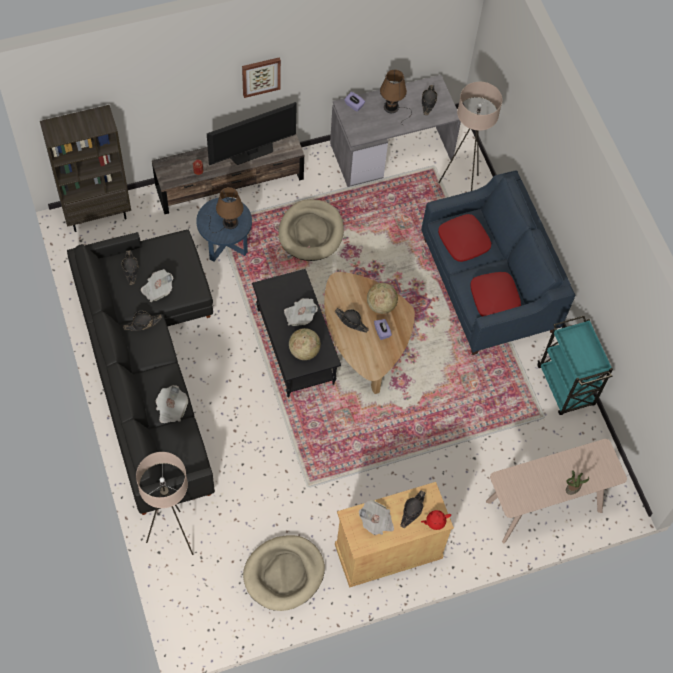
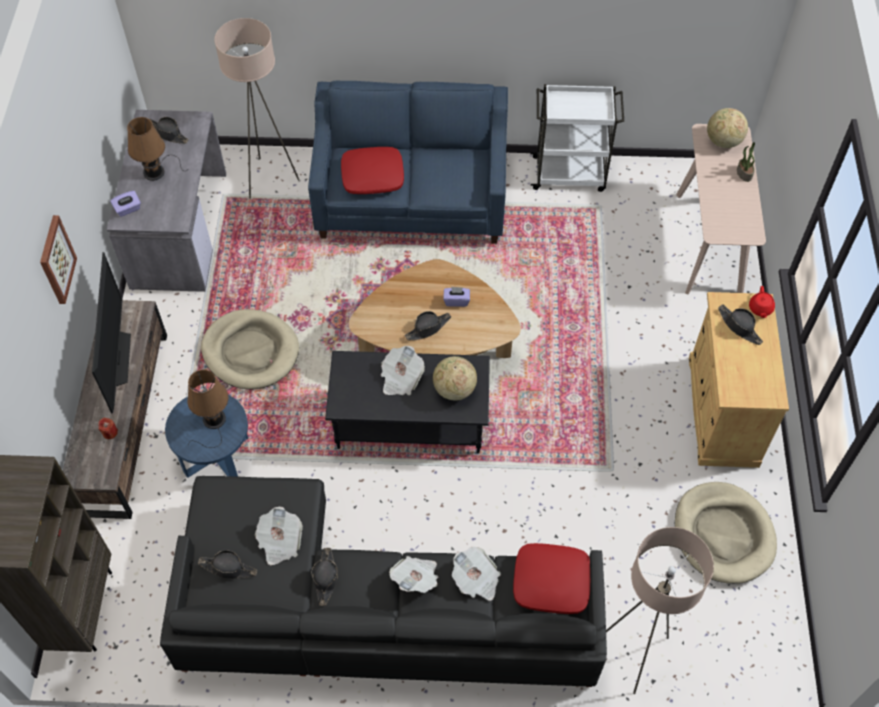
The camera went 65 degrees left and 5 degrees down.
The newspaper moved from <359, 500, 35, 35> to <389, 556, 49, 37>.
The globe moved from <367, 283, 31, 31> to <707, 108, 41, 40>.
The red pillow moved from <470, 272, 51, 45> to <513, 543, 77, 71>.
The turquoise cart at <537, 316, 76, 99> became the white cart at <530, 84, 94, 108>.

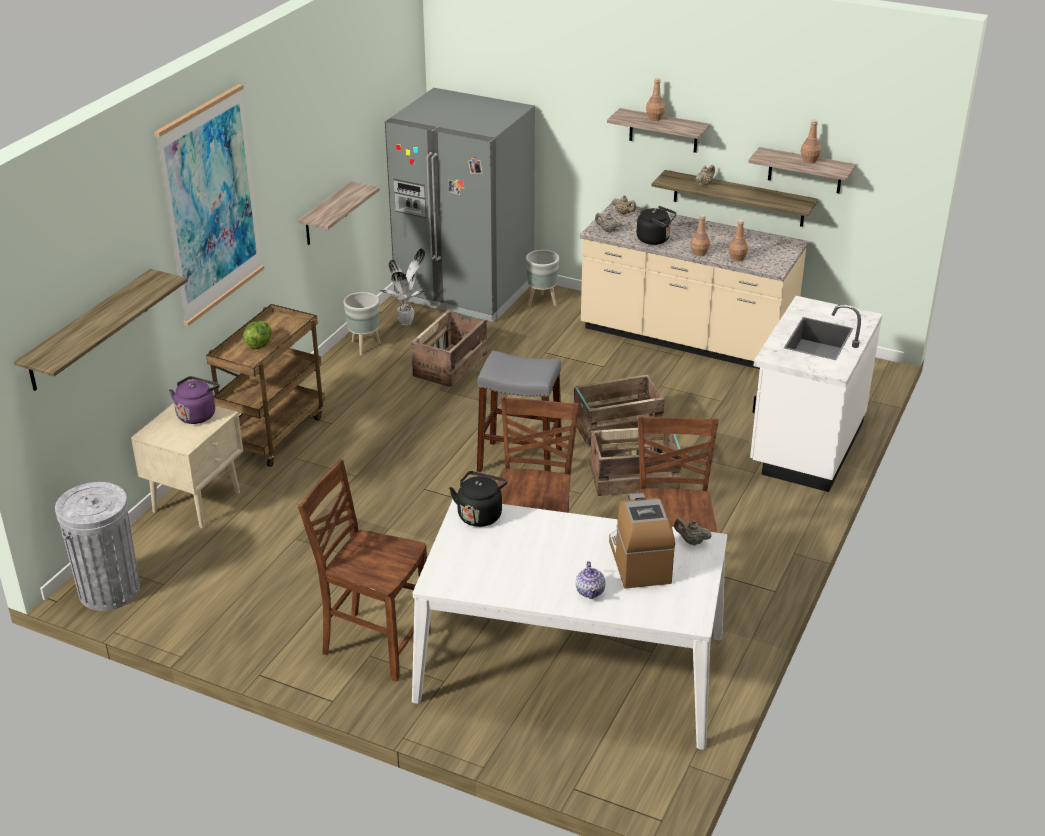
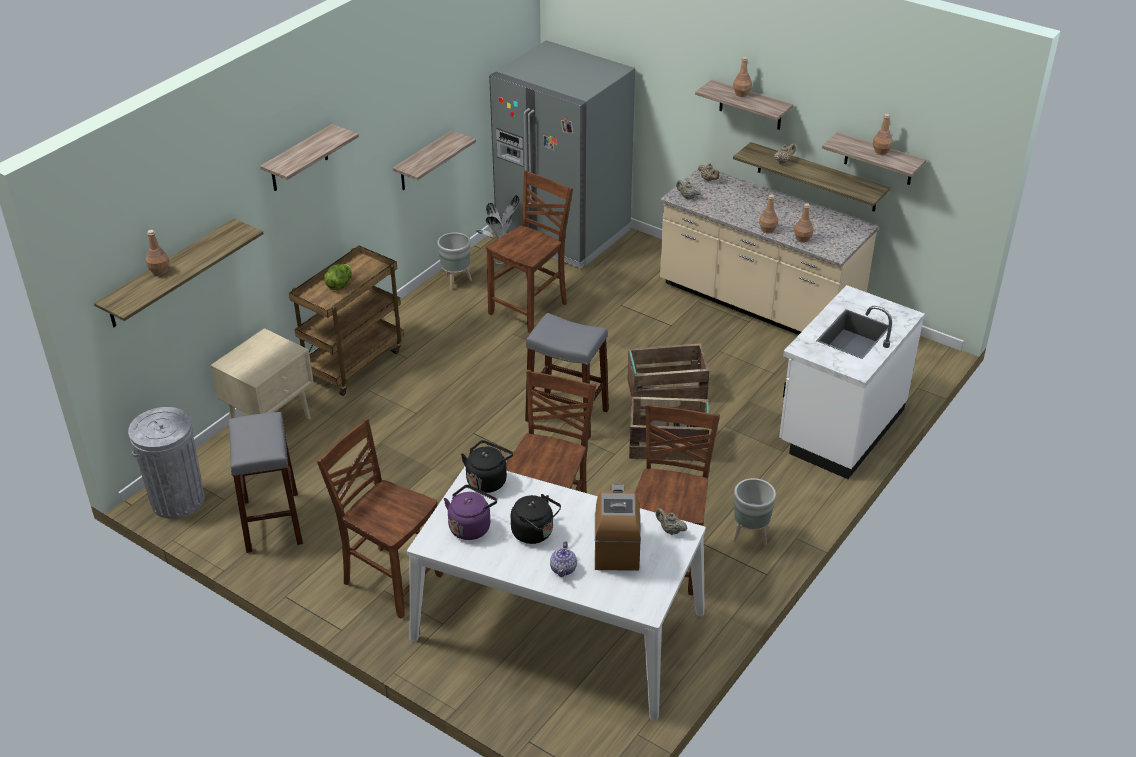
The camera went 10 degrees right and 5 degrees up.
The brown bottle at <146, 230, 23, 45> appeared.
The grey stool at <228, 412, 75, 141> appeared.
The purple kettle moved from <169, 376, 51, 48> to <444, 485, 53, 55>.
The grey planter moved from <526, 250, 33, 56> to <732, 478, 44, 68>.
The black kettle moved from <637, 206, 39, 39> to <511, 494, 50, 50>.
The picture at <154, 84, 110, 242> was replaced by the shelf at <260, 124, 99, 67>.
The crate at <411, 309, 76, 78> was replaced by the brown chair at <486, 170, 87, 163>.

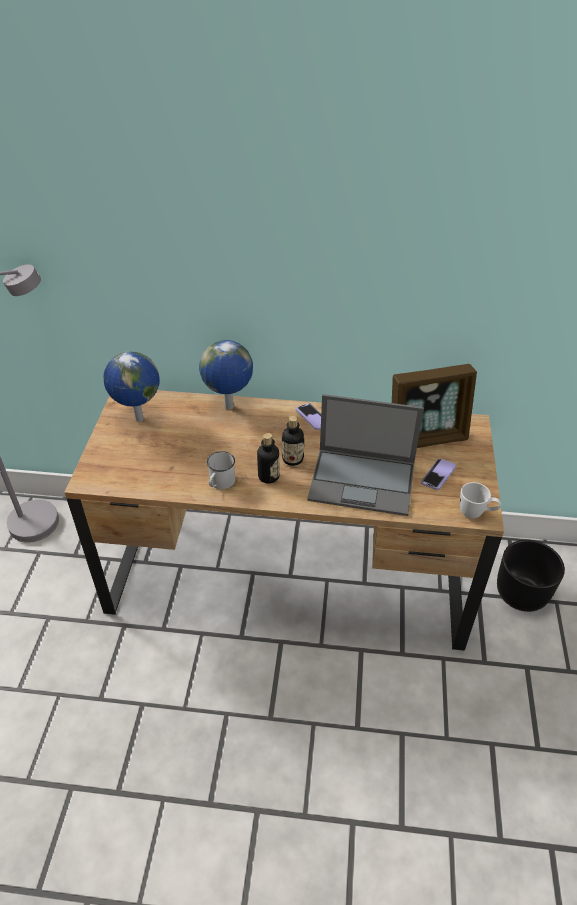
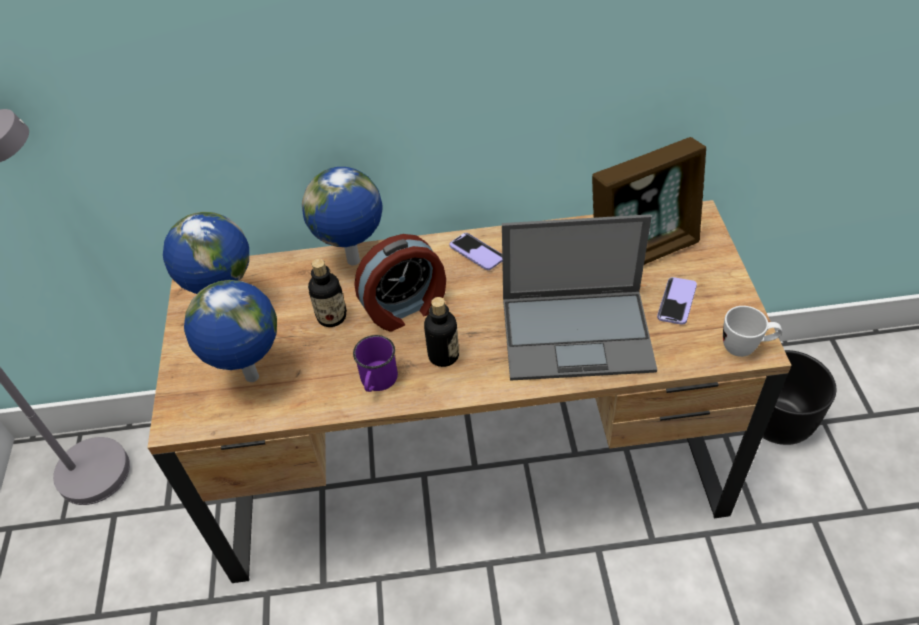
The camera went 10 degrees left and 5 degrees up.
The globe at <184, 280, 93, 102> appeared.
The alarm clock at <354, 234, 92, 98> appeared.
The bottle moved from <282, 416, 22, 50> to <308, 259, 39, 68>.
The white mug at <207, 451, 28, 38> became the purple mug at <353, 335, 45, 57>.

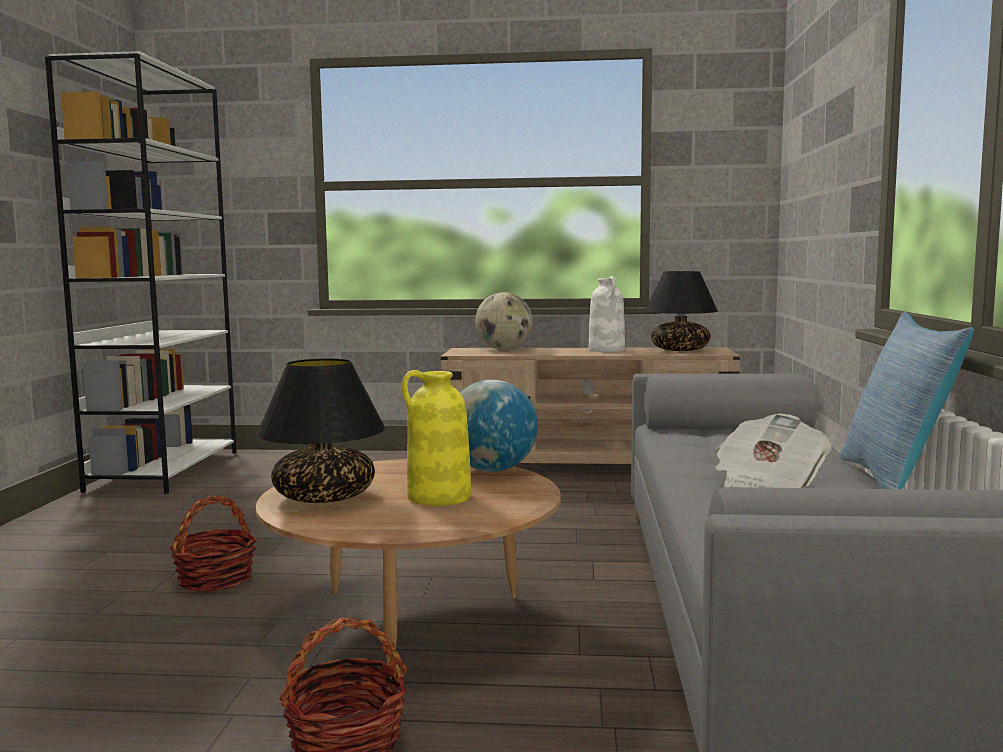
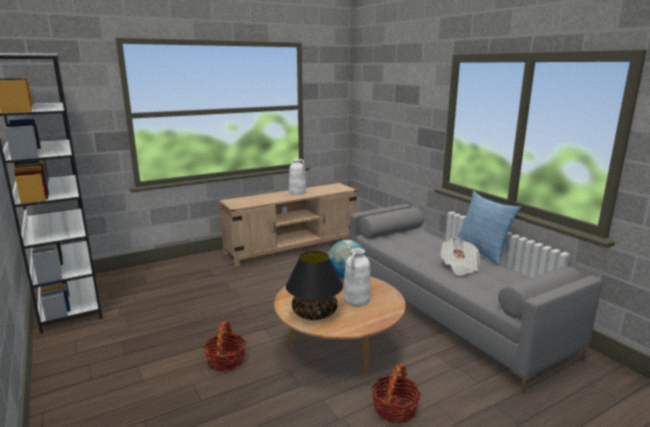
The camera went 35 degrees left and 10 degrees up.
The globe at <475, 292, 57, 58> disappeared.
The black table lamp at <645, 271, 73, 80> disappeared.
The yellow vase at <402, 370, 69, 136> became the white vase at <343, 248, 28, 58>.

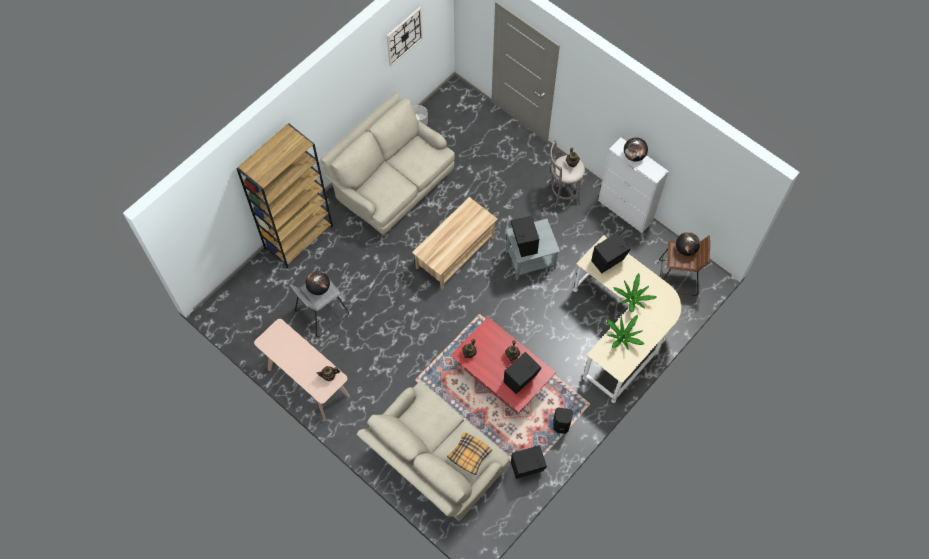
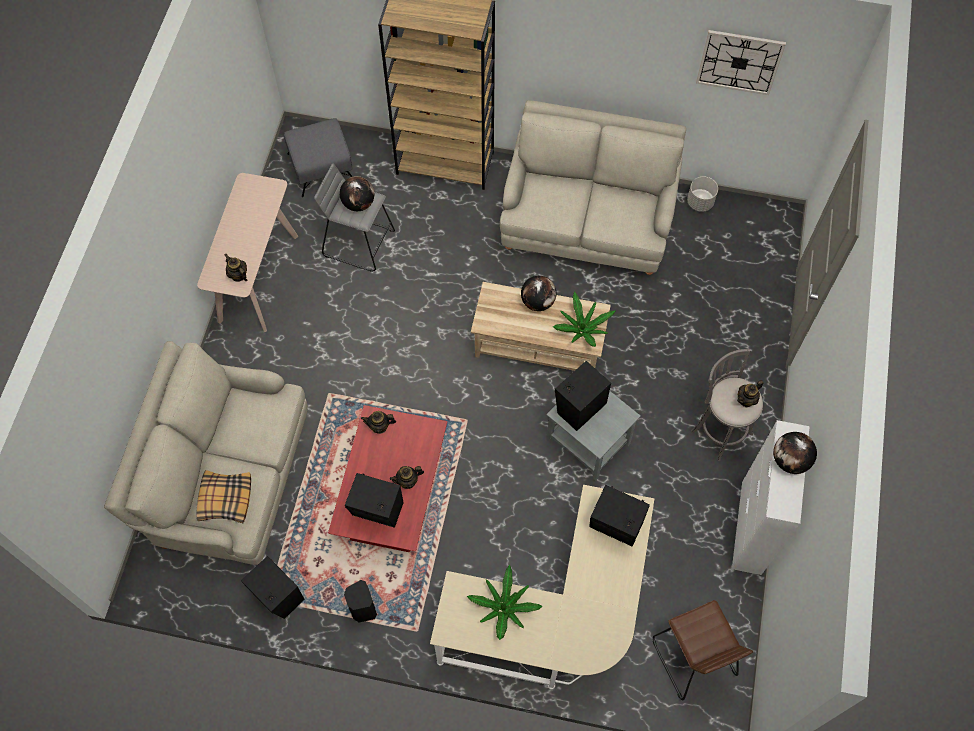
The camera went 60 degrees right and 0 degrees up.
The grey ottoman at <284, 118, 69, 79> appeared.
The potted plant moved from <613, 273, 44, 39> to <553, 291, 63, 56>.
The globe moved from <676, 232, 24, 24> to <521, 276, 35, 35>.

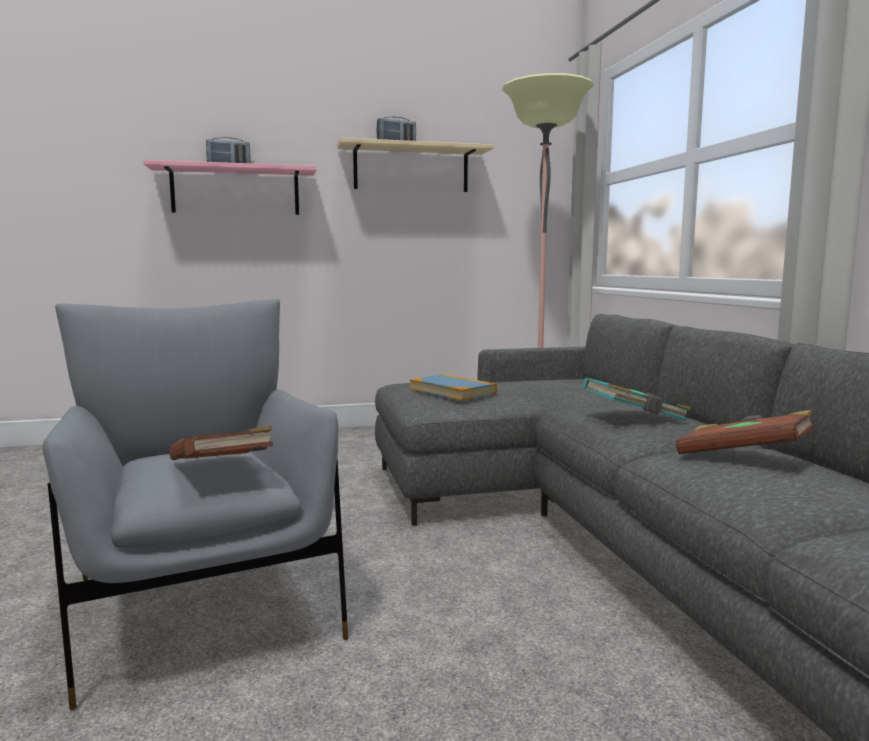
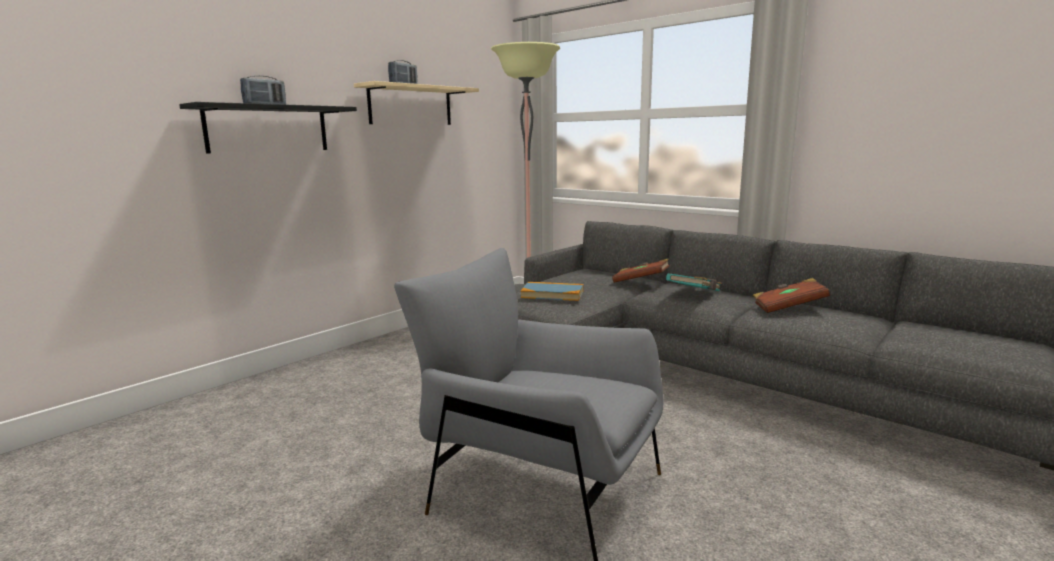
The camera went 35 degrees left and 5 degrees up.
The brown book moved from <169, 426, 104, 34> to <612, 259, 58, 24>.
The pink shelf at <143, 160, 174, 55> became the black shelf at <179, 102, 178, 51>.

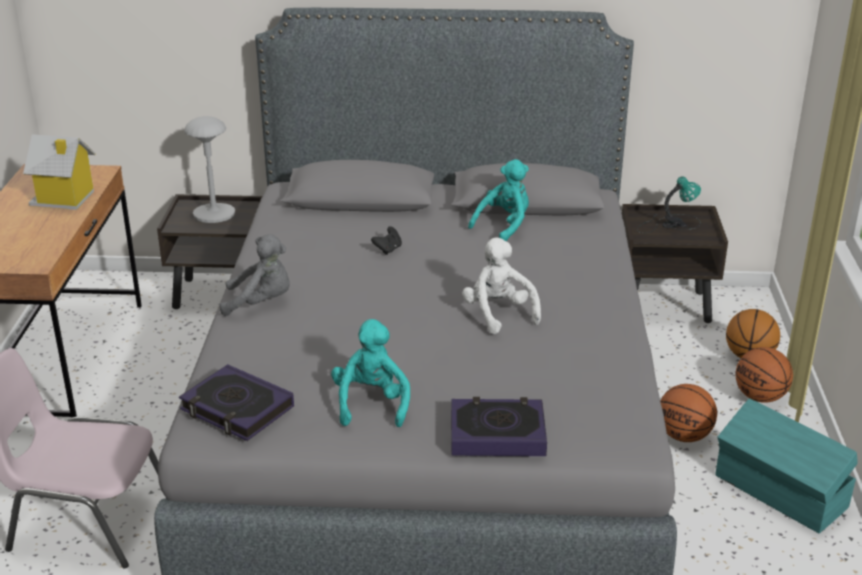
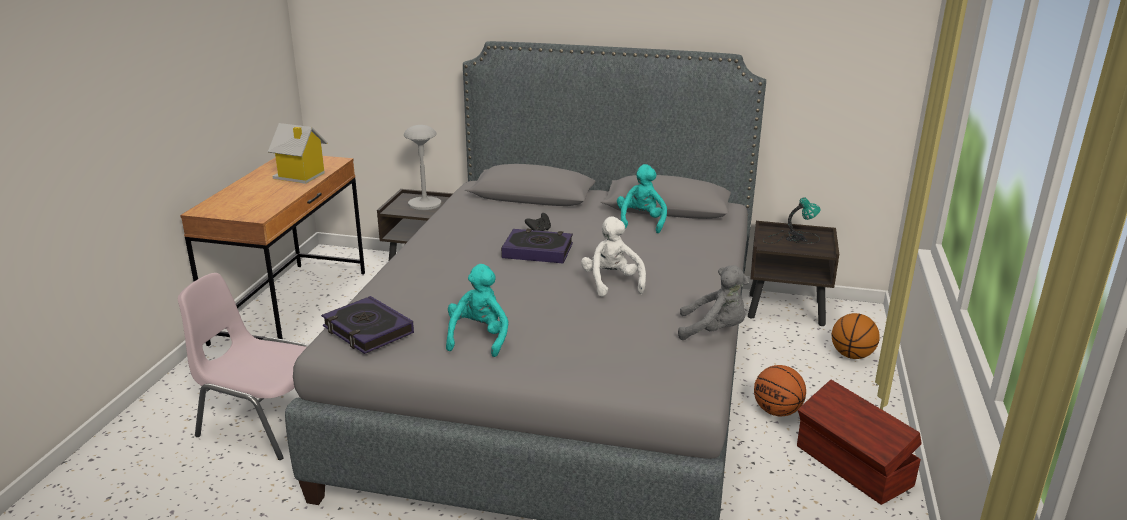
The camera went 10 degrees right and 5 degrees down.
The basketball at <735, 347, 58, 56> disappeared.
The grey plush toy moved from <220, 234, 70, 82> to <678, 265, 71, 75>.
The book moved from <451, 397, 96, 59> to <501, 229, 72, 34>.
The turquoise storage box at <715, 398, 143, 135> became the brown storage box at <797, 380, 125, 125>.
The turquoise plush toy at <468, 159, 61, 82> turned 45 degrees counterclockwise.

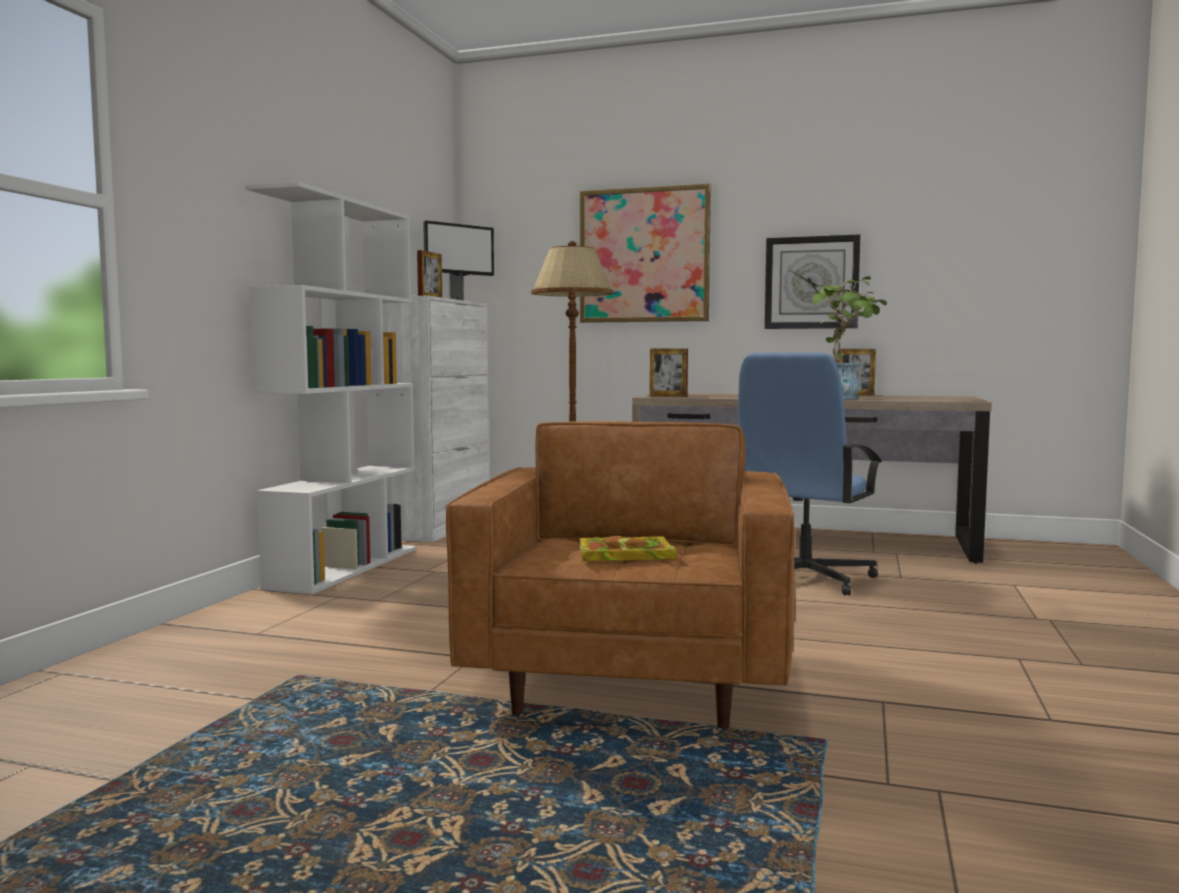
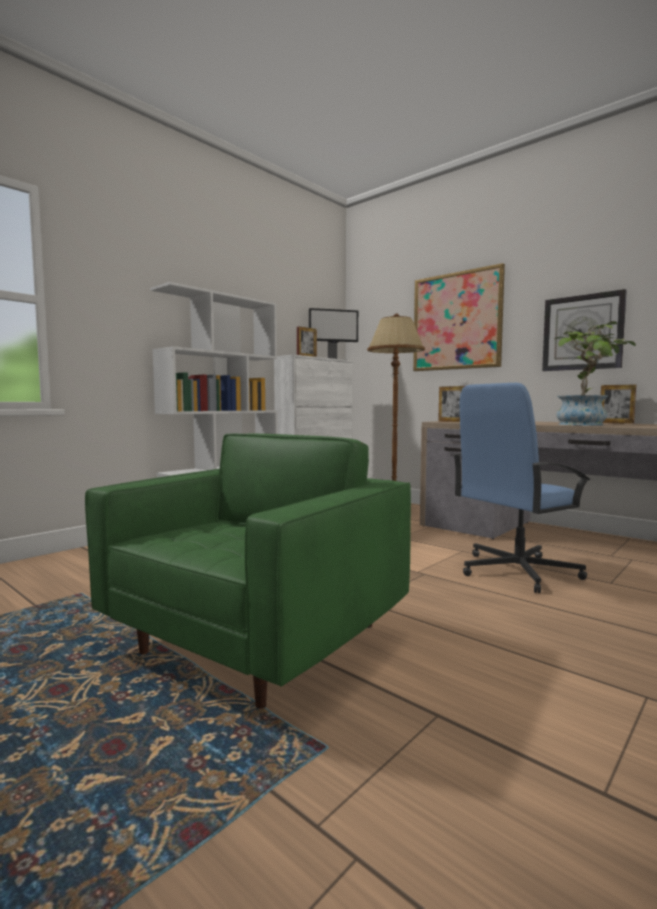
The camera went 25 degrees right and 0 degrees up.
The book at <579, 536, 97, 25> disappeared.
The brown armchair at <446, 421, 349, 308> became the green armchair at <85, 433, 326, 275>.

